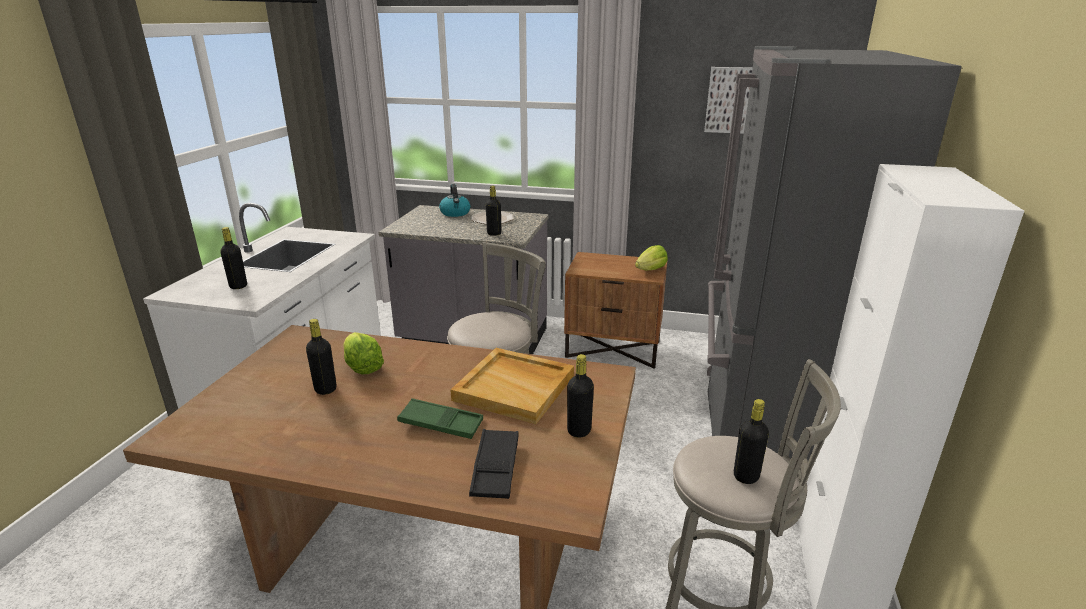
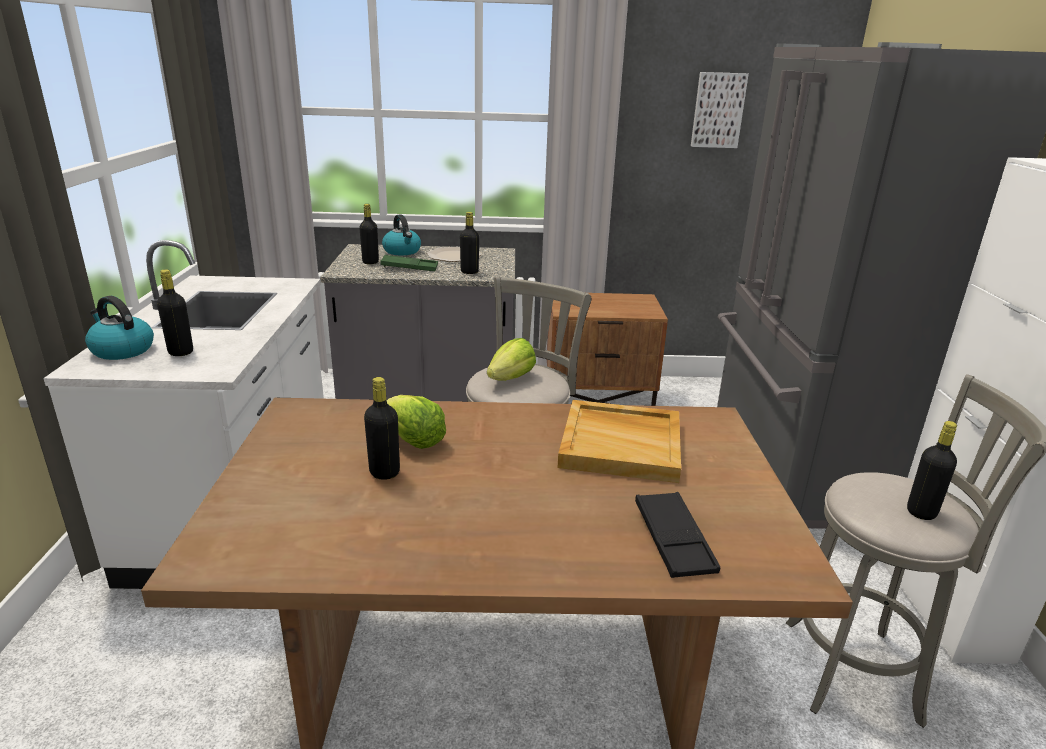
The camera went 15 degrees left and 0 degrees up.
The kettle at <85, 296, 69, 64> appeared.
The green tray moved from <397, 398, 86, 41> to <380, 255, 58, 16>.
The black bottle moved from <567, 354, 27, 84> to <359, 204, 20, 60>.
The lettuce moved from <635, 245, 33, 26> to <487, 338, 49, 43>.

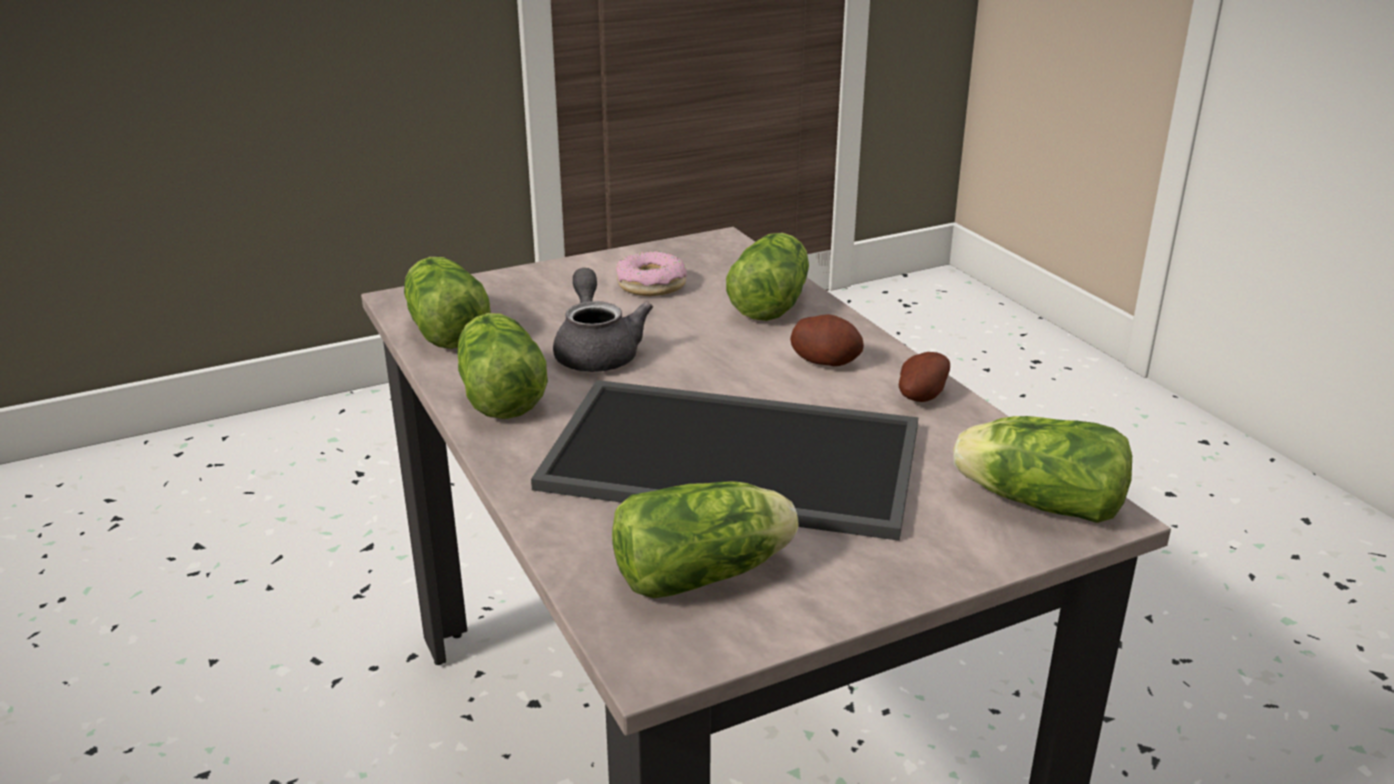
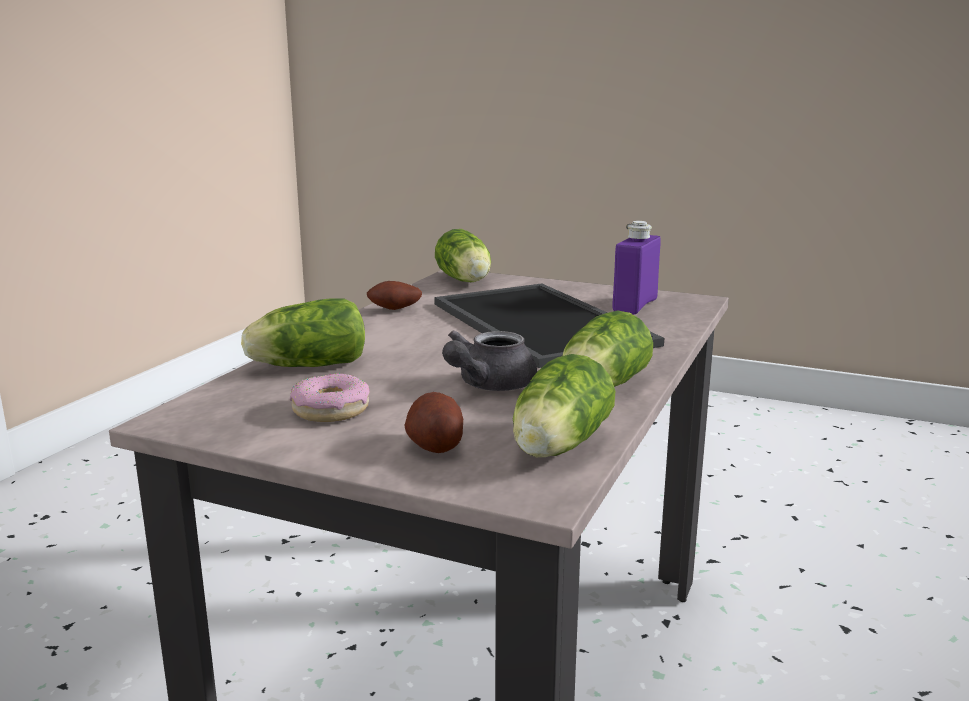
The camera went 130 degrees left and 10 degrees down.
The potato moved from <790, 314, 74, 52> to <404, 392, 59, 61>.
The lettuce at <612, 481, 187, 117> was replaced by the purple bottle at <612, 221, 49, 93>.

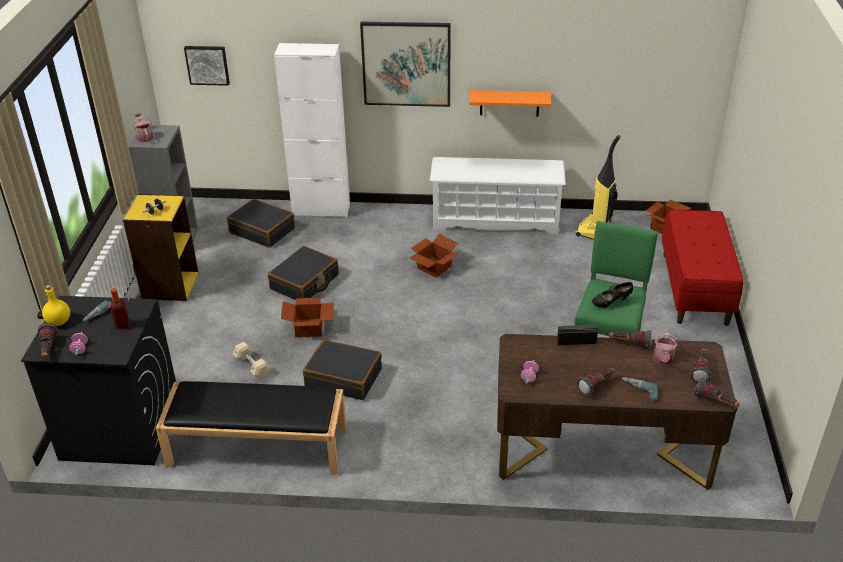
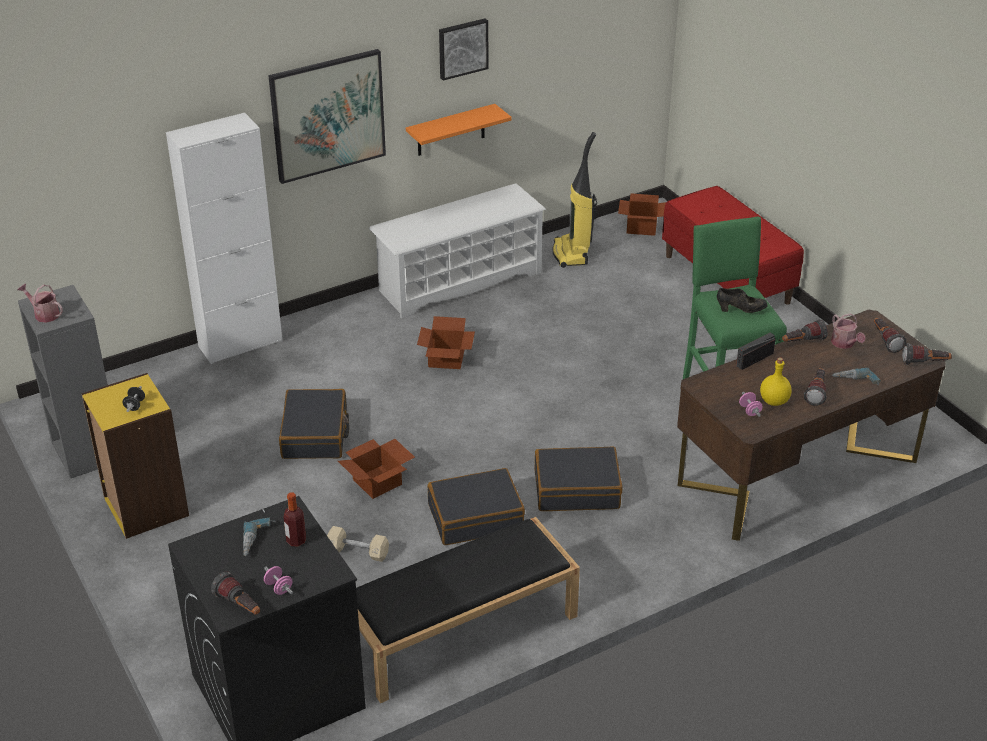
The camera went 35 degrees left and 0 degrees up.
The yellow bottle moved from <42, 285, 28, 41> to <760, 357, 31, 49>.
The picture moved from <184, 46, 46, 40> to <439, 19, 49, 62>.
The black suitcase moved from <227, 199, 68, 49> to <535, 446, 87, 65>.
The black shoe at <592, 282, 41, 26> turned 120 degrees counterclockwise.

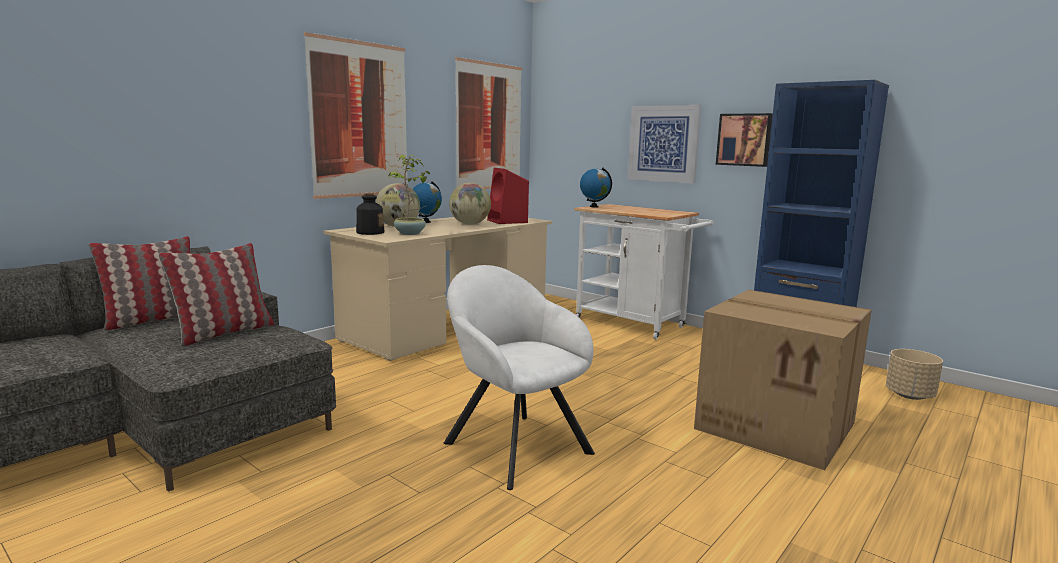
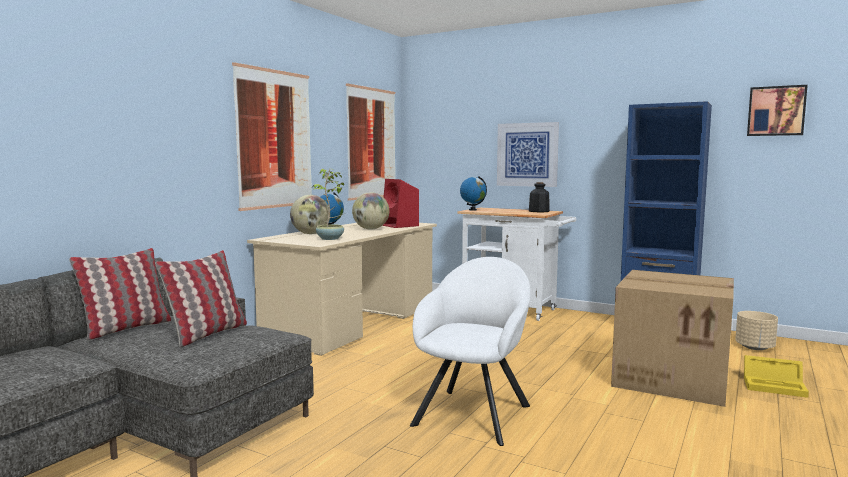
The camera went 10 degrees left and 5 degrees down.
The yellow storage box at <744, 355, 65, 43> appeared.
The bottle moved from <356, 194, 29, 41> to <529, 182, 21, 30>.
The picture moved from <716, 113, 57, 54> to <747, 85, 61, 51>.
The white armchair at <444, 265, 151, 225> turned 75 degrees clockwise.

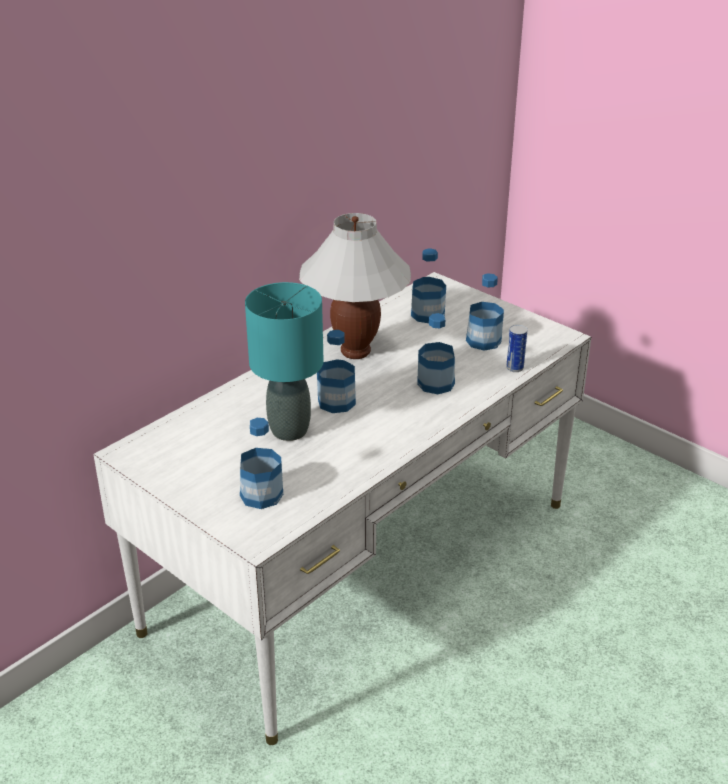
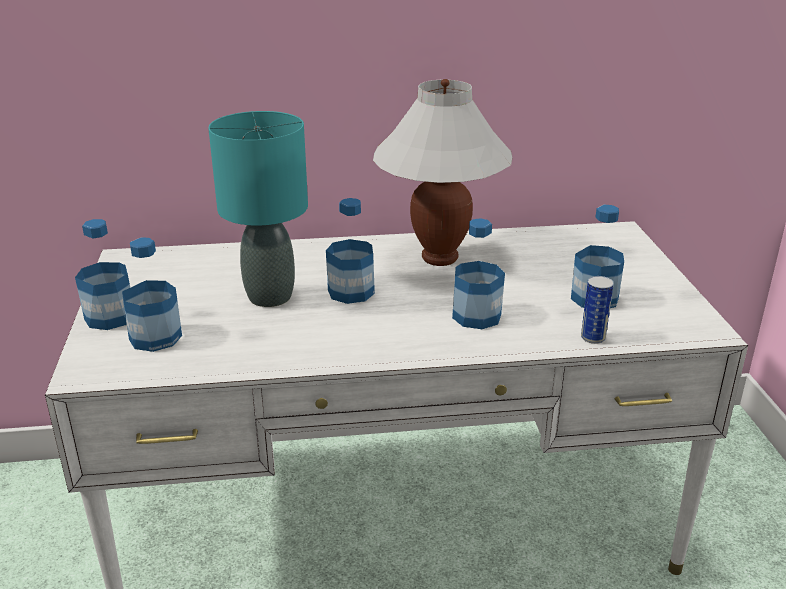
The camera went 40 degrees right and 5 degrees down.
The bottle moved from <411, 248, 35, 75> to <75, 219, 55, 111>.

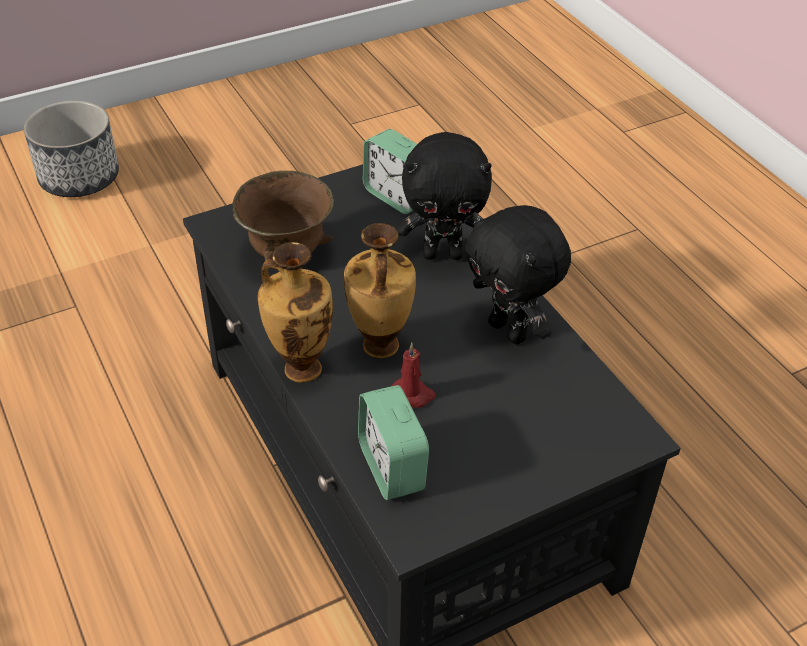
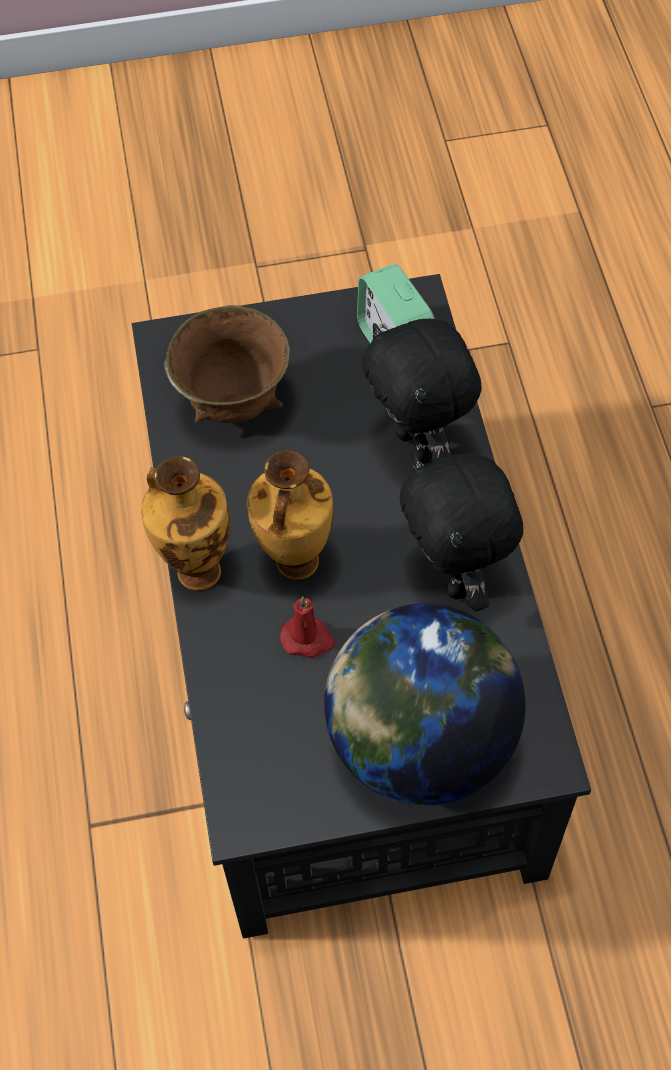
The camera went 20 degrees right and 15 degrees up.
The planter at <24, 100, 95, 97> disappeared.
The alarm clock at <358, 385, 71, 115> disappeared.
The globe at <324, 603, 202, 203> appeared.
The black plush toy at <396, 132, 96, 128> turned 45 degrees clockwise.

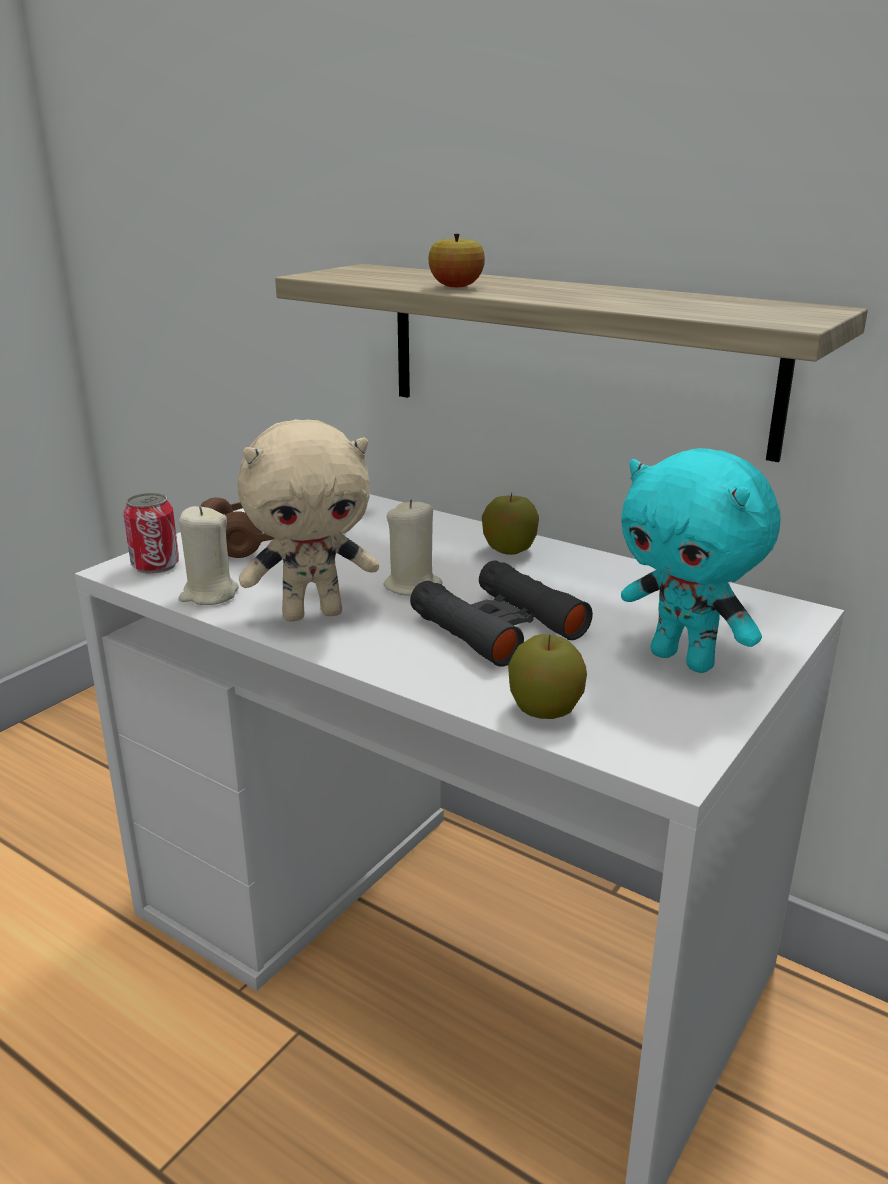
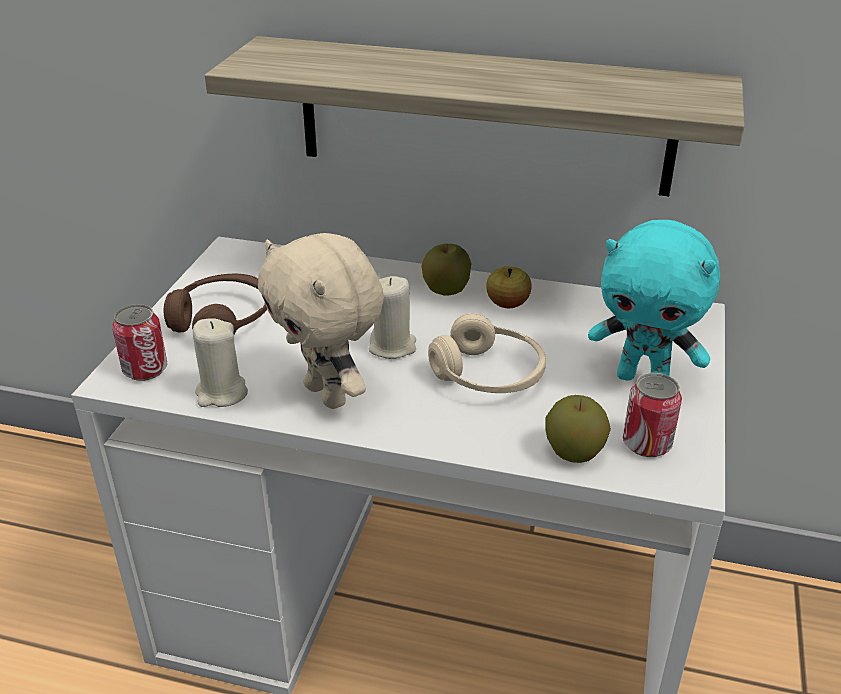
The camera went 20 degrees left and 10 degrees up.
The can at <623, 373, 59, 84> appeared.
The apple moved from <428, 234, 57, 53> to <486, 267, 46, 41>.
The black binoculars at <410, 561, 183, 106> was replaced by the beige headphones at <428, 313, 118, 80>.
The beige plush toy at <237, 419, 142, 202> turned 90 degrees clockwise.

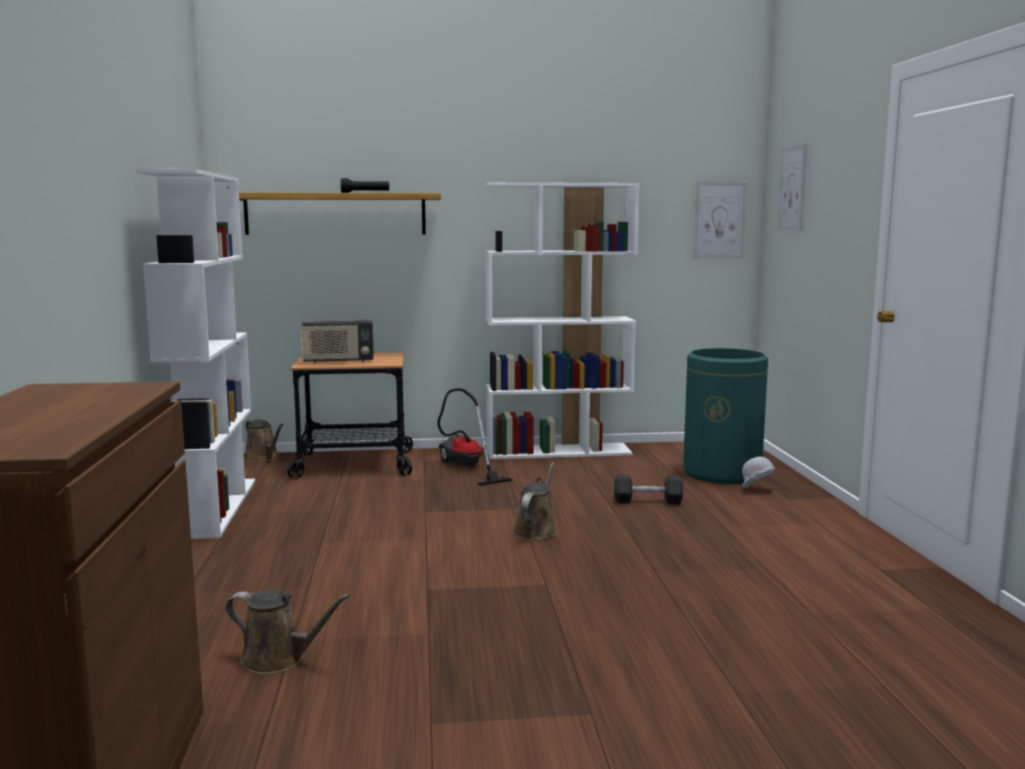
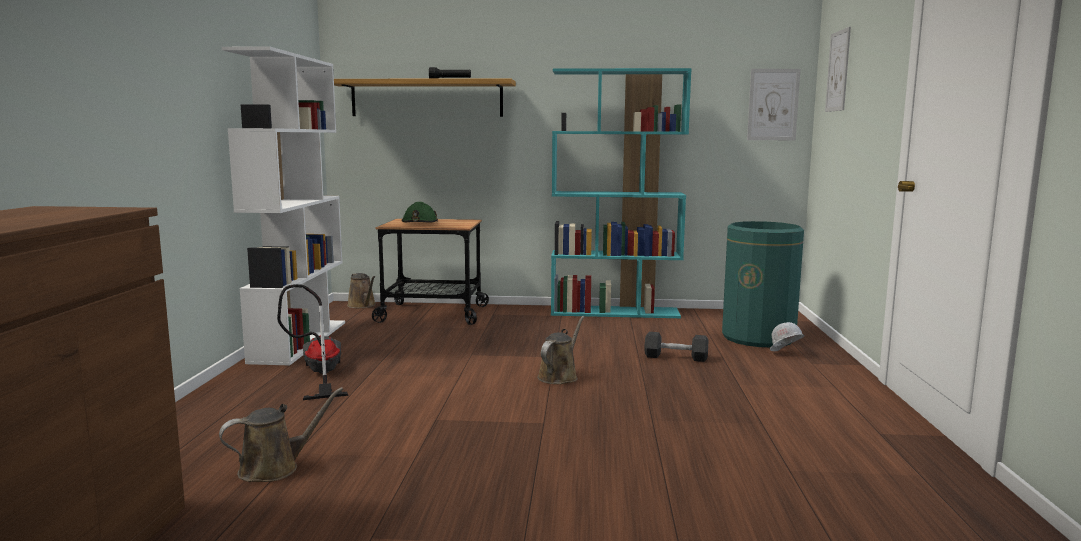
The camera went 10 degrees right and 0 degrees up.
The vacuum cleaner moved from <437, 388, 76, 98> to <277, 284, 72, 116>.
The radio at <301, 320, 73, 43> was replaced by the green hard hat at <402, 202, 36, 21>.
The white bookcase at <485, 182, 155, 277> became the turquoise bookcase at <551, 68, 141, 250>.
The brown watering can at <226, 590, 124, 84> turned 60 degrees counterclockwise.

